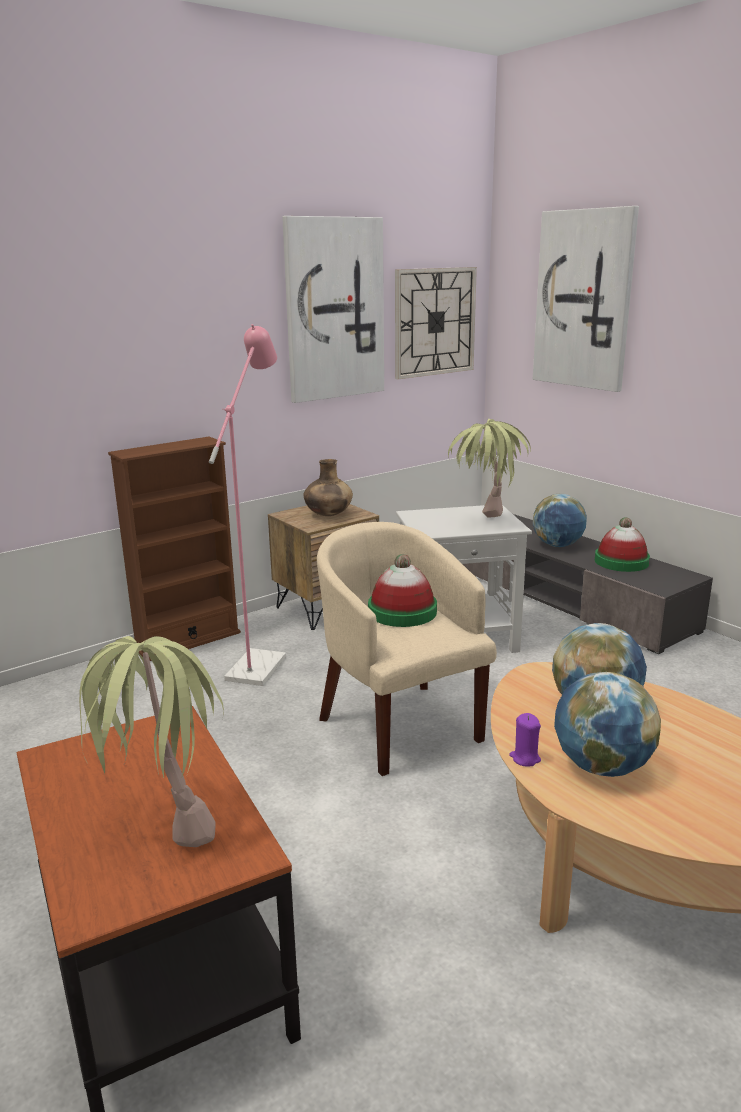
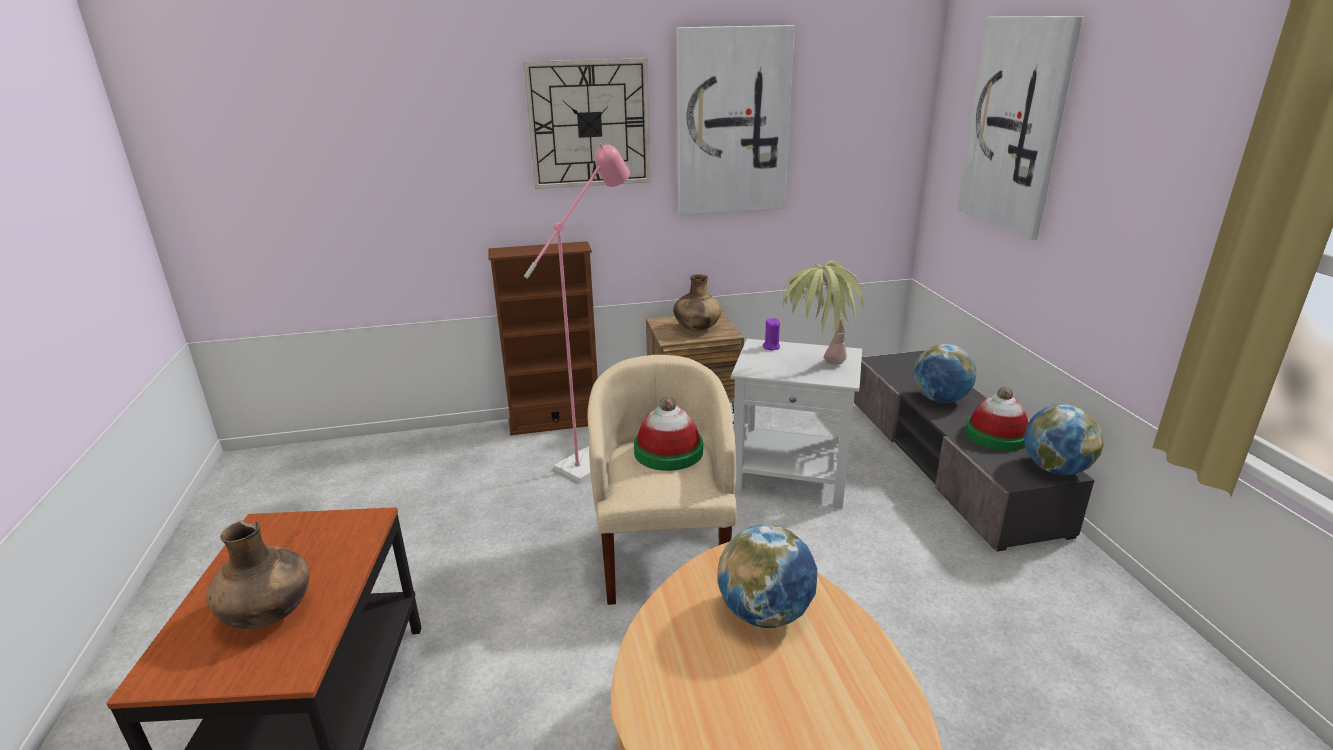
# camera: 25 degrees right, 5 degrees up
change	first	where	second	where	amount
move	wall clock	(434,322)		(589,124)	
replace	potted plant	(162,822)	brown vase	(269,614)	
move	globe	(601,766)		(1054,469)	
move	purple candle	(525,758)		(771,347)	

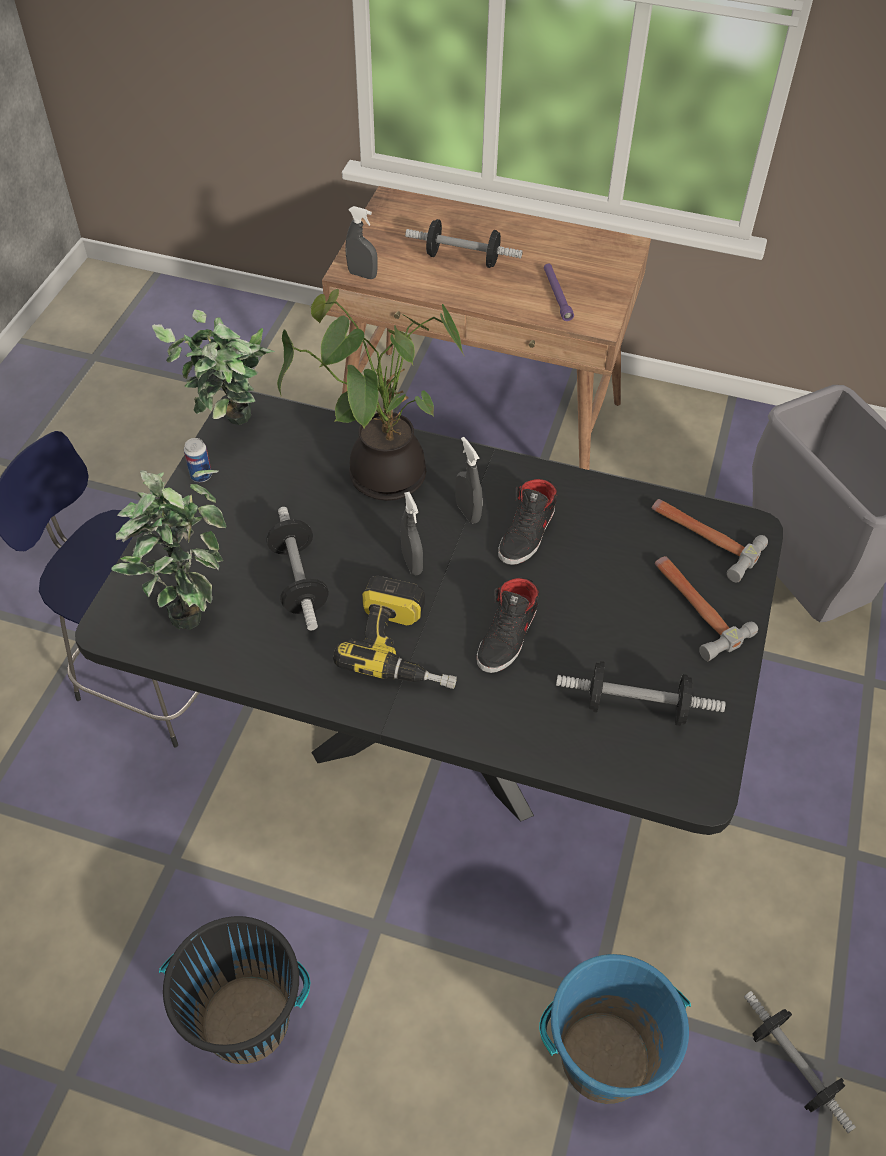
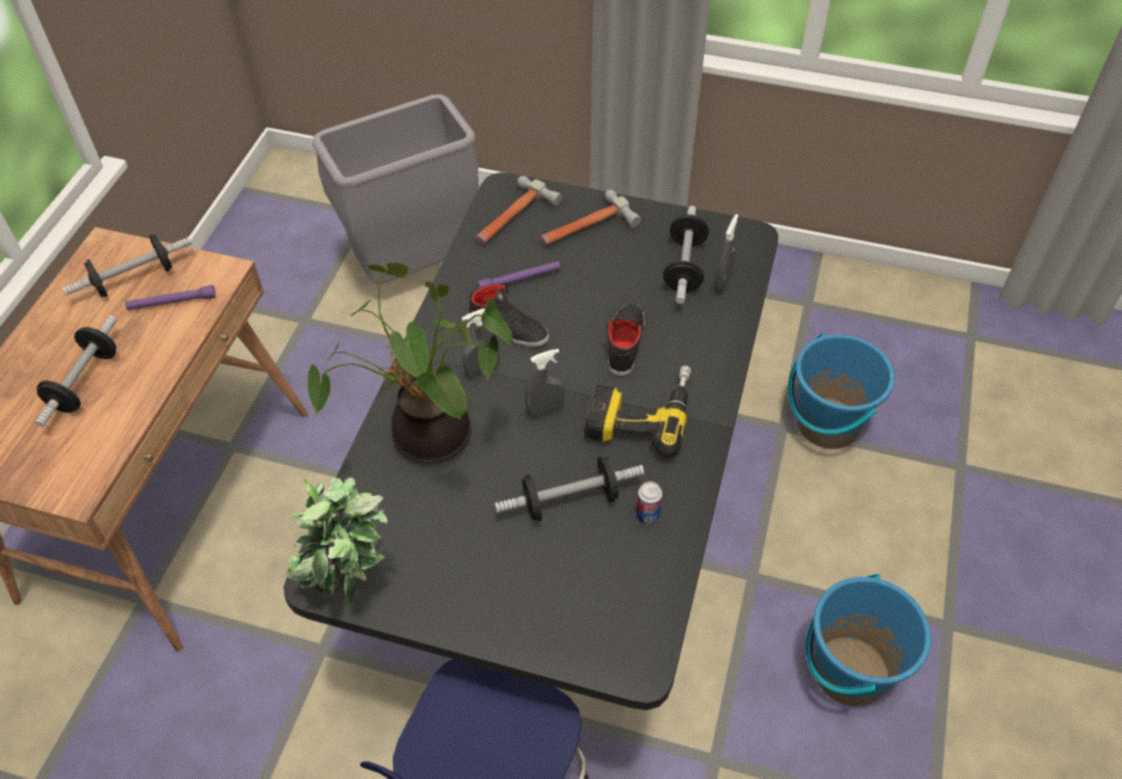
# camera: 90 degrees left, 0 degrees up
change	first	where	second	where	amount
move	grey spray bottle	(362,275)		(722,284)	
move	can	(201,475)		(647,515)	
delete	potted plant	(188,603)			
rotate	black shoe	(508,636)		(624,342)	105 degrees counterclockwise
recolor	black bucket	(247,1019)	blue bucket	(849,671)	
move	dumbbell	(792,1066)		(134,279)	
insert			purple flashlight	(519,280)	

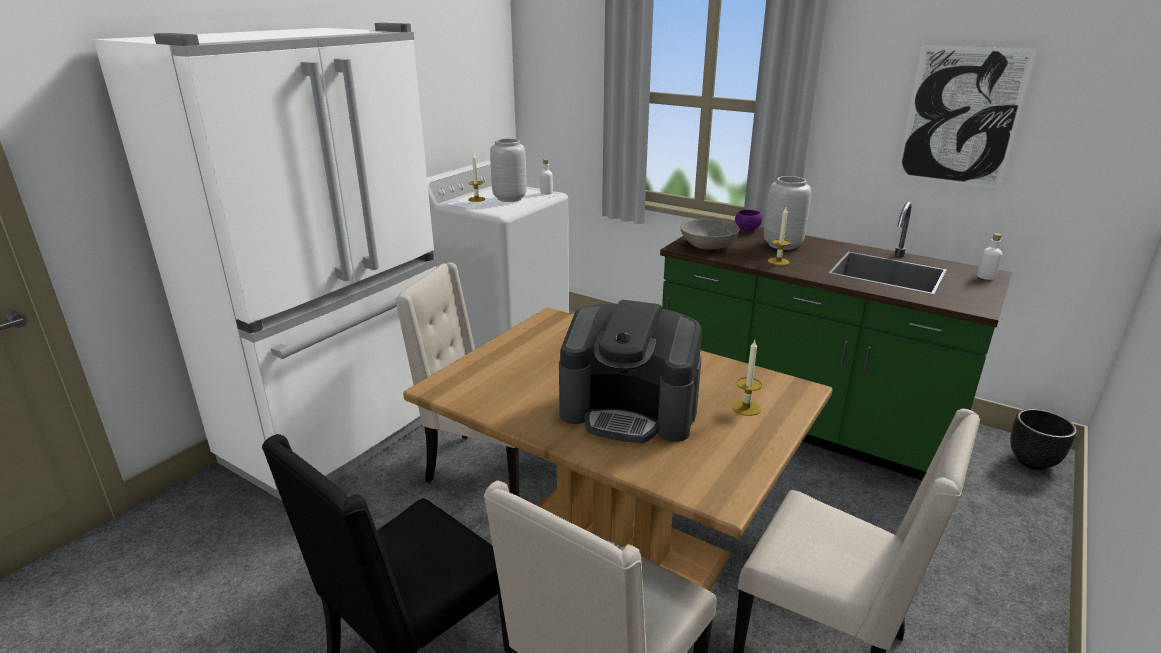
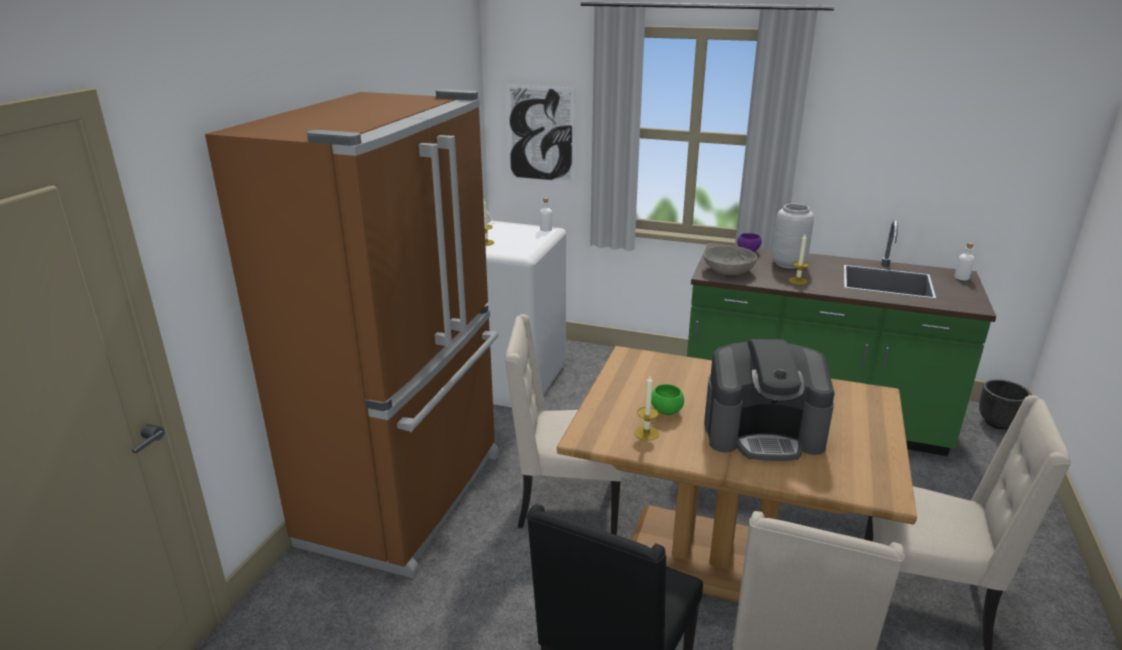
# camera: 15 degrees left, 0 degrees up
change	first	where	second	where	amount
recolor	white fridge	(345,436)	brown fridge	(408,497)	
move	picture	(960,117)		(540,134)	
delete	grey vase	(510,198)			
move	candle	(746,407)		(646,433)	
insert			green bowl	(666,411)	

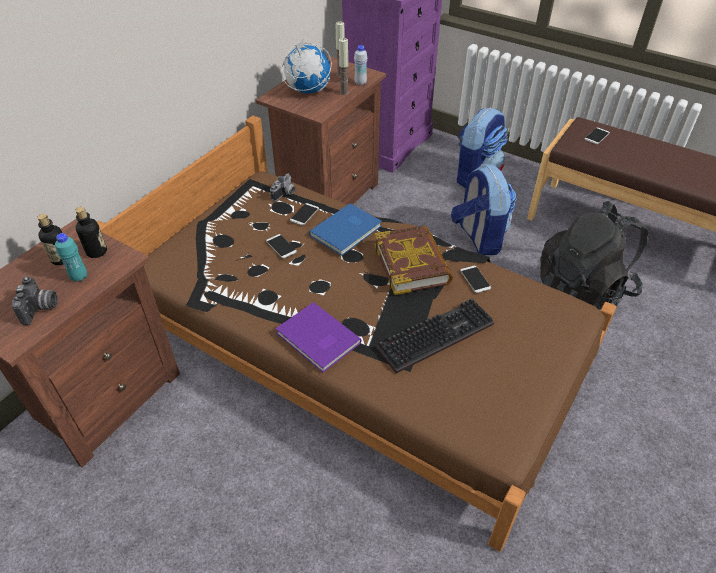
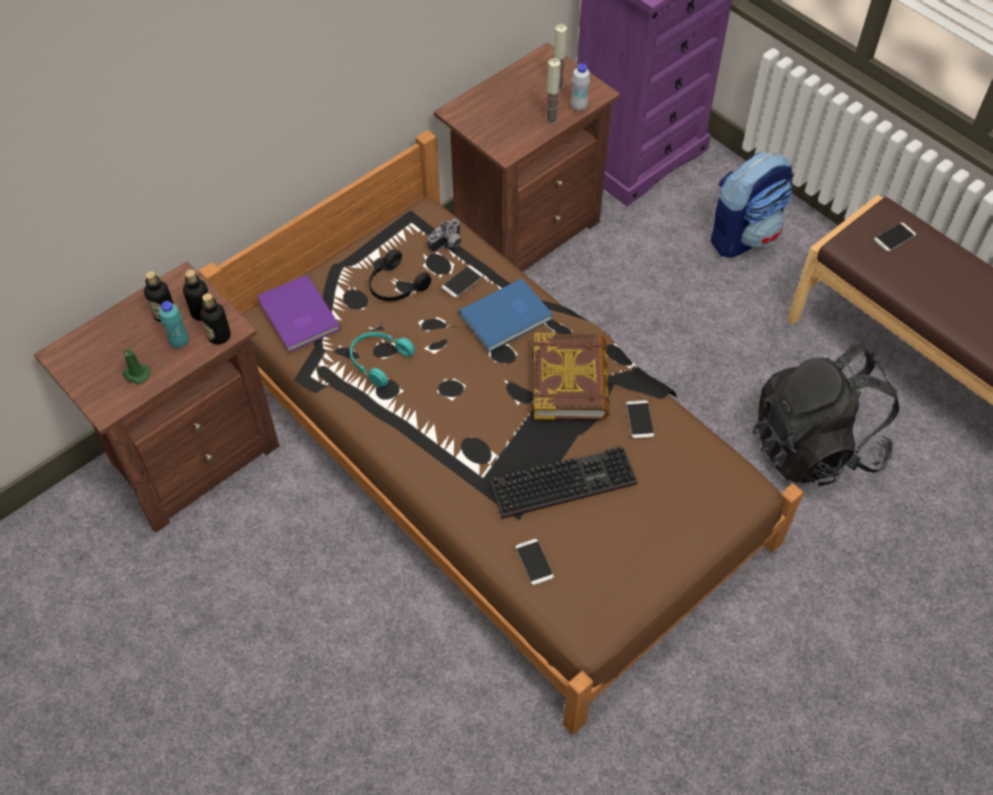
# camera: 15 degrees right, 10 degrees up
change	first	where	second	where	amount
delete	globe	(308,91)			
delete	backpack	(478,237)			
move	phone	(281,246)		(534,562)	
replace	photo camera	(41,309)	green candle	(136,374)	
move	purple book	(317,340)		(297,316)	
insert			black headphones	(395,286)	
insert			bottle	(219,336)	
insert			turquoise headphones	(378,360)	

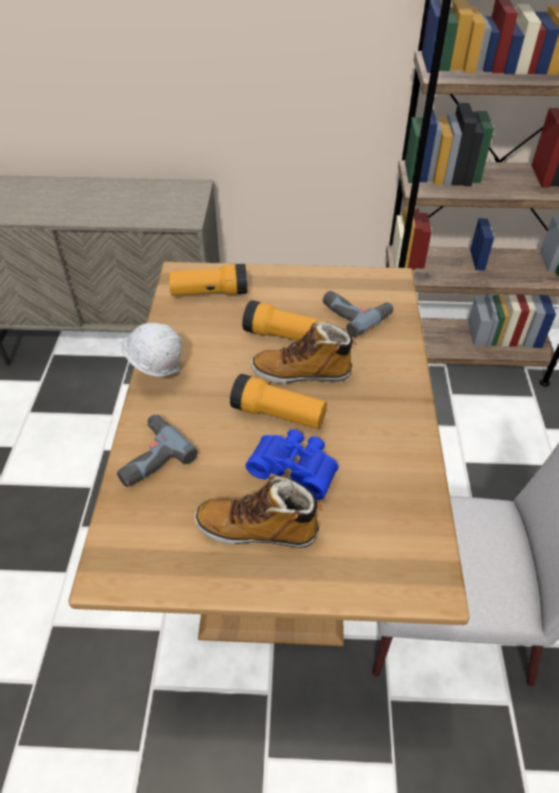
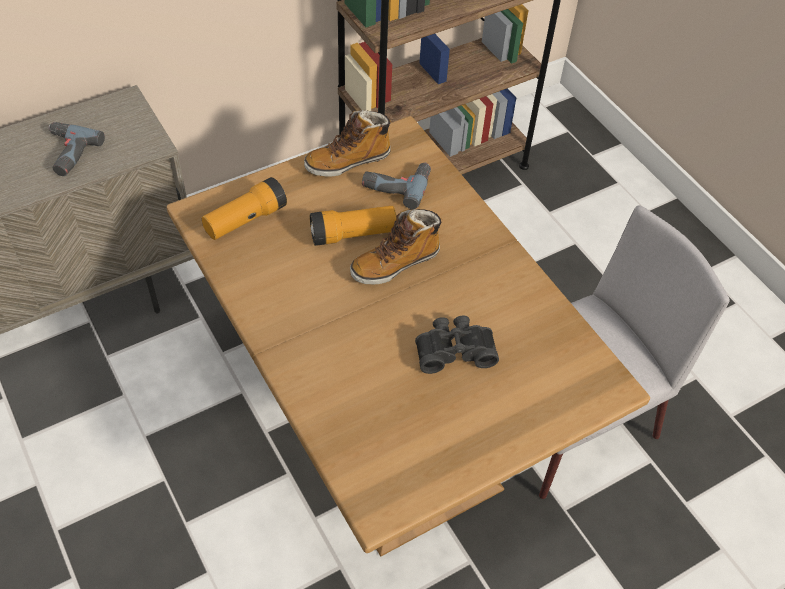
# camera: 35 degrees left, 5 degrees up
change	first	where	second	where	amount
delete	white hard hat	(156,373)			
delete	flashlight	(278,414)			
move	power drill	(148,456)		(66,153)	
recolor	blue binoculars	(295,467)	black binoculars	(454,350)	
move	boot	(258,529)		(348,161)	

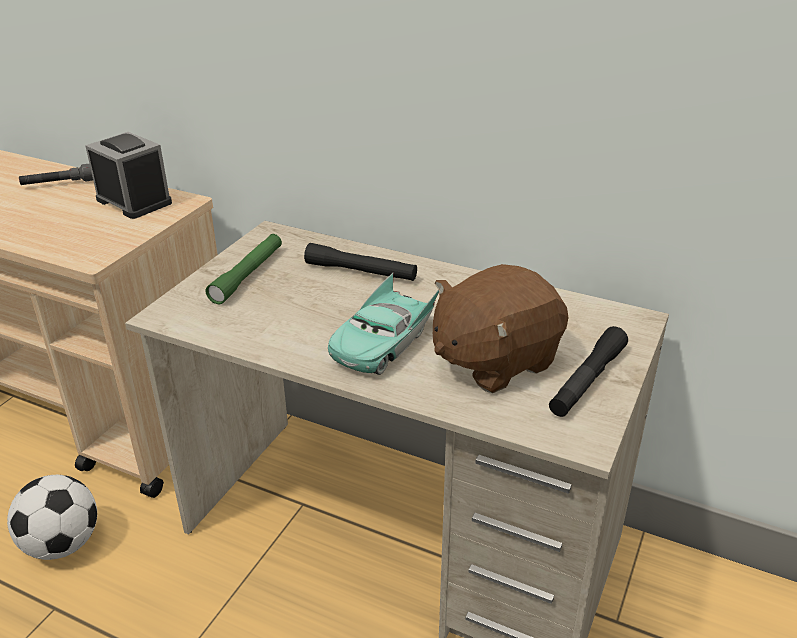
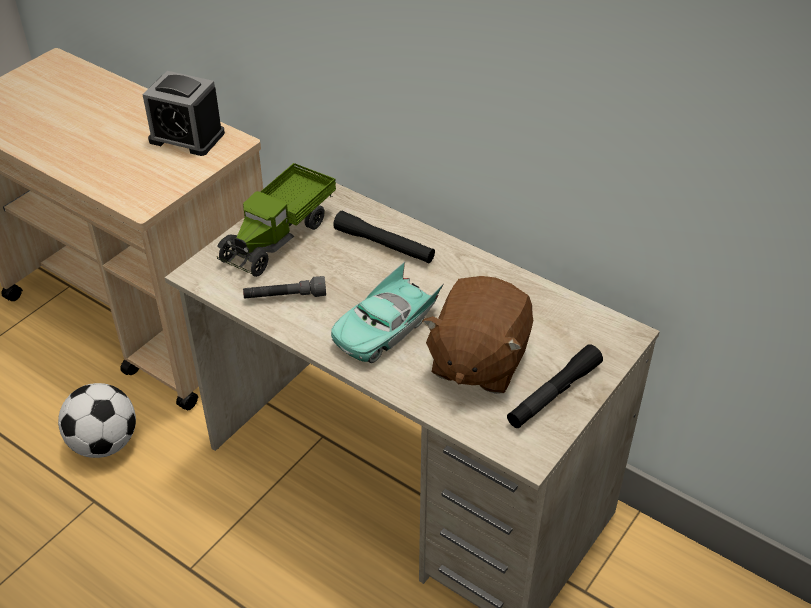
# camera: 10 degrees right, 10 degrees up
change	first	where	second	where	amount
rotate	alarm clock	(134,201)		(187,137)	150 degrees clockwise
move	grey flashlight	(59,184)		(285,297)	
replace	green flashlight	(247,275)	toy truck	(279,236)	
rotate	brown plush toy	(493,360)		(477,361)	45 degrees counterclockwise

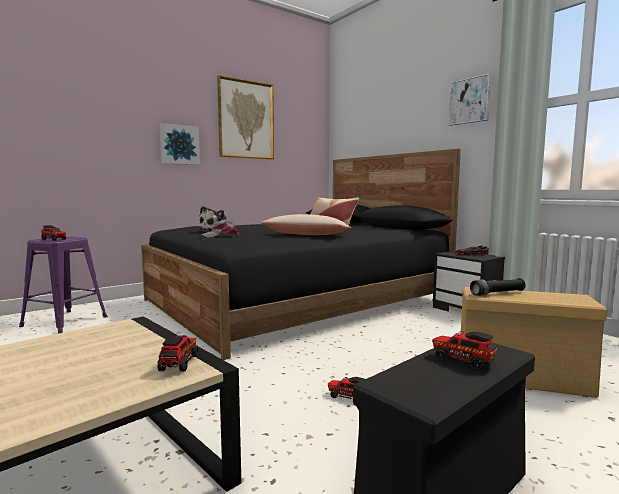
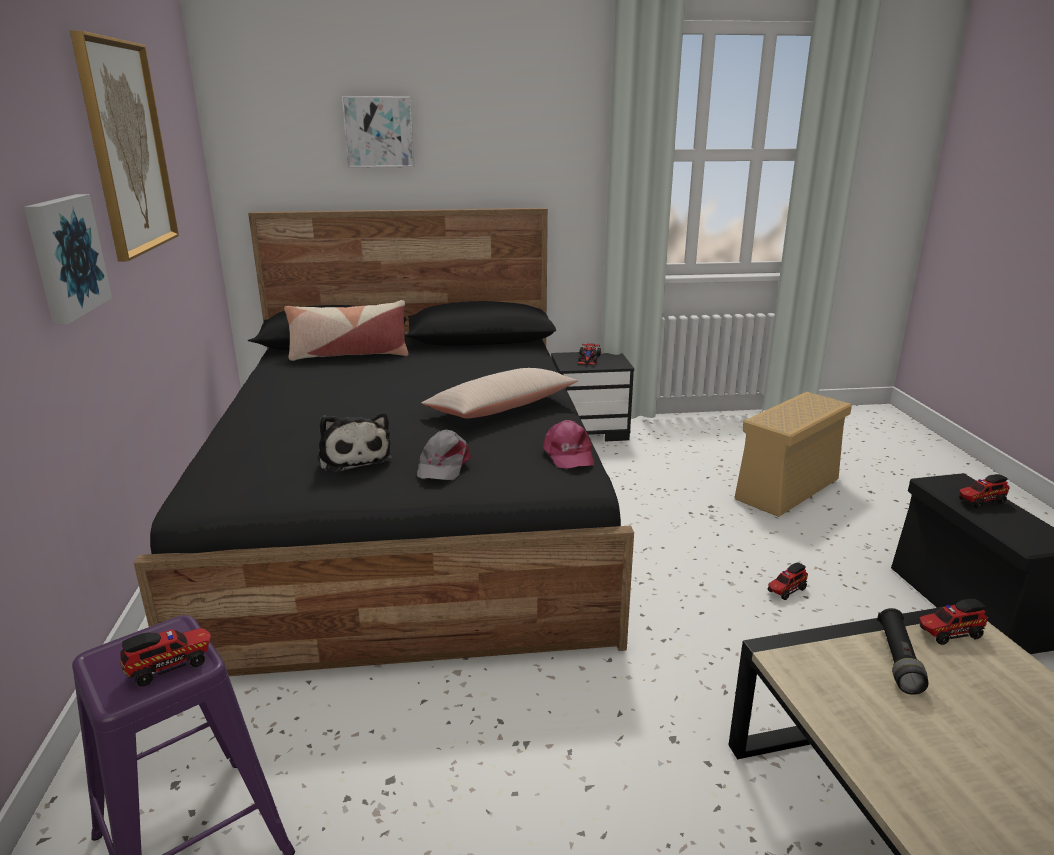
# camera: 60 degrees left, 15 degrees up
change	first	where	second	where	amount
move	picture	(470,101)		(379,132)	
move	black flashlight	(497,293)		(898,660)	
rotate	toy truck	(179,362)		(948,633)	45 degrees counterclockwise
insert			pink cap	(568,454)	

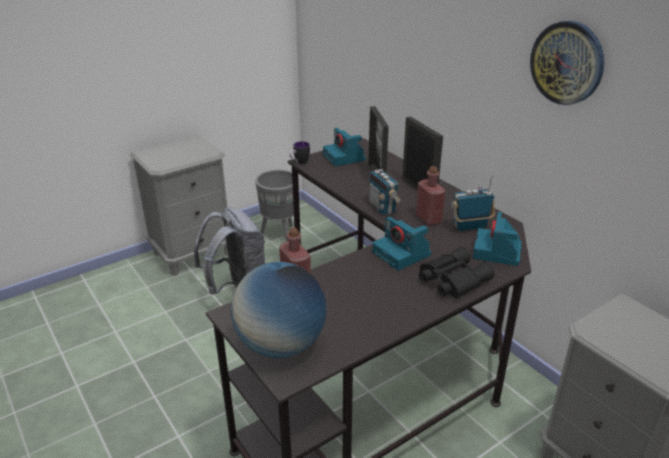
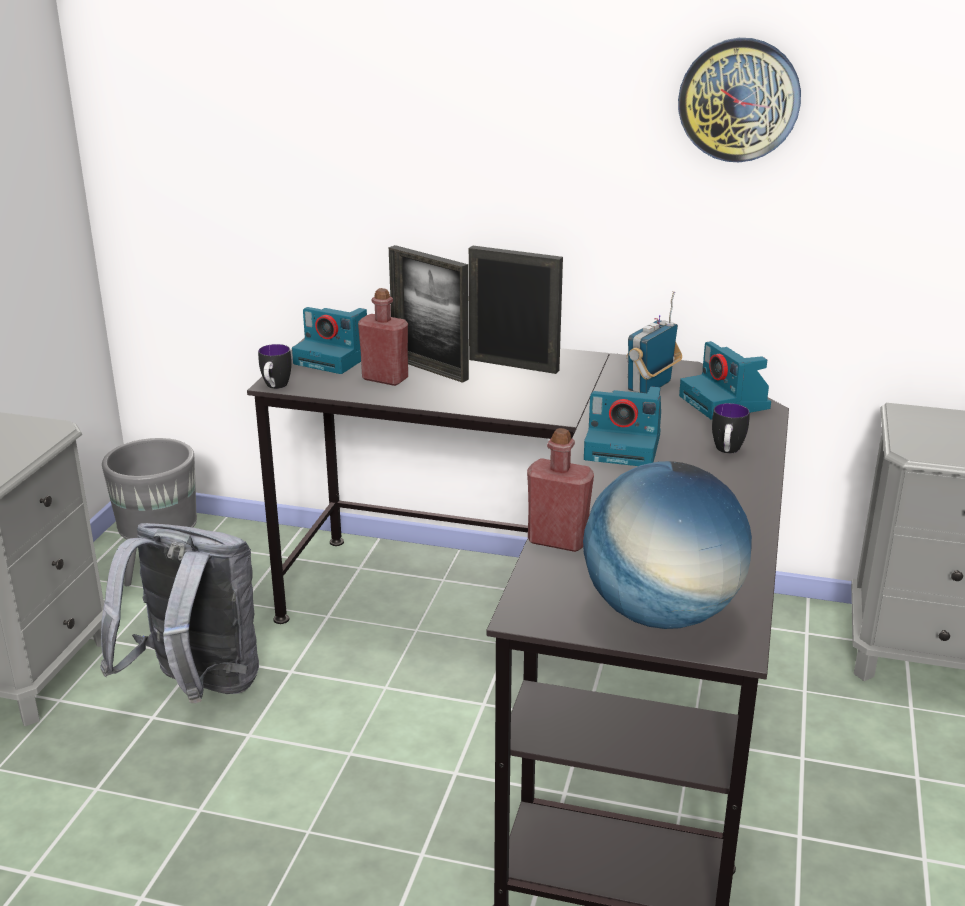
# camera: 40 degrees left, 5 degrees down
change	first	where	second	where	amount
delete	radio	(382,208)			
move	red bottle	(428,219)		(385,379)	
replace	black binoculars	(451,279)	mug	(726,451)	

